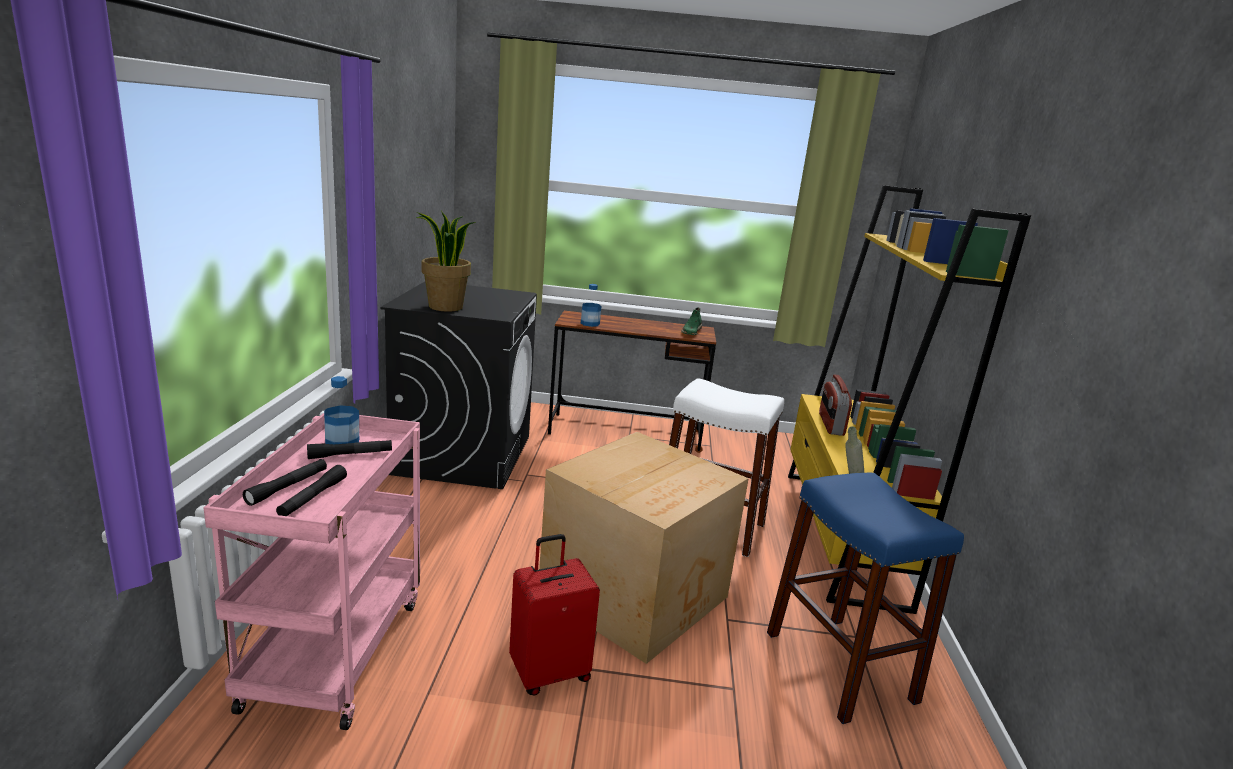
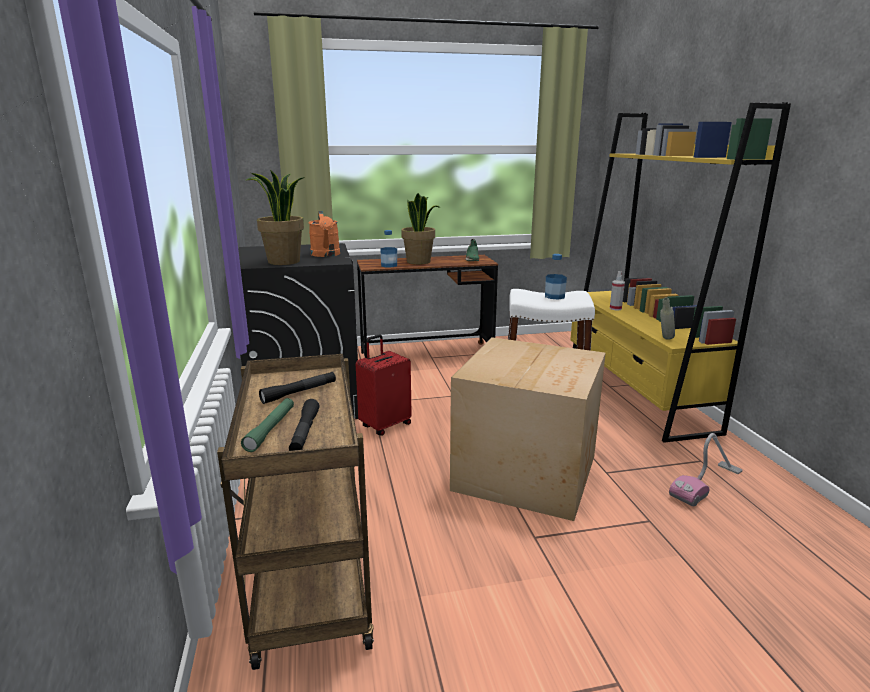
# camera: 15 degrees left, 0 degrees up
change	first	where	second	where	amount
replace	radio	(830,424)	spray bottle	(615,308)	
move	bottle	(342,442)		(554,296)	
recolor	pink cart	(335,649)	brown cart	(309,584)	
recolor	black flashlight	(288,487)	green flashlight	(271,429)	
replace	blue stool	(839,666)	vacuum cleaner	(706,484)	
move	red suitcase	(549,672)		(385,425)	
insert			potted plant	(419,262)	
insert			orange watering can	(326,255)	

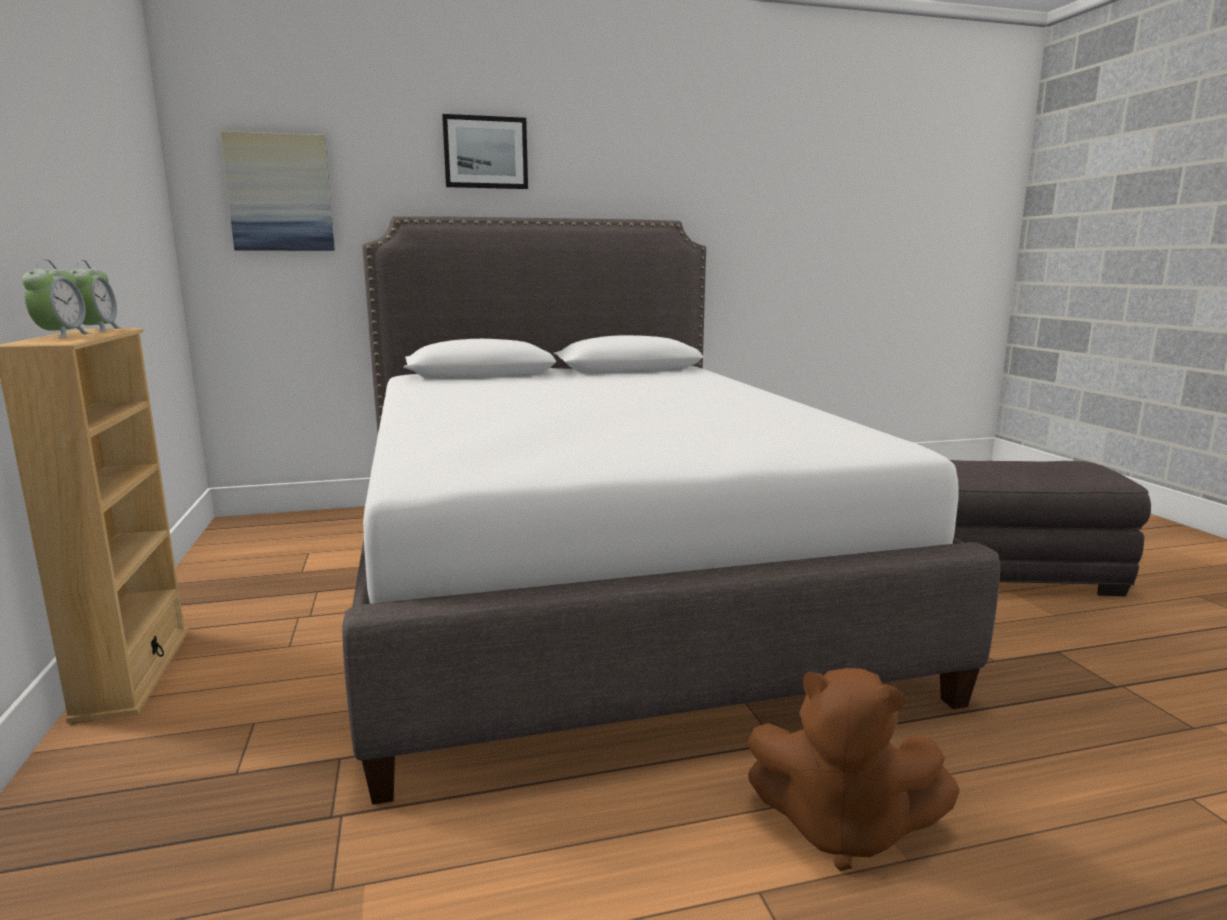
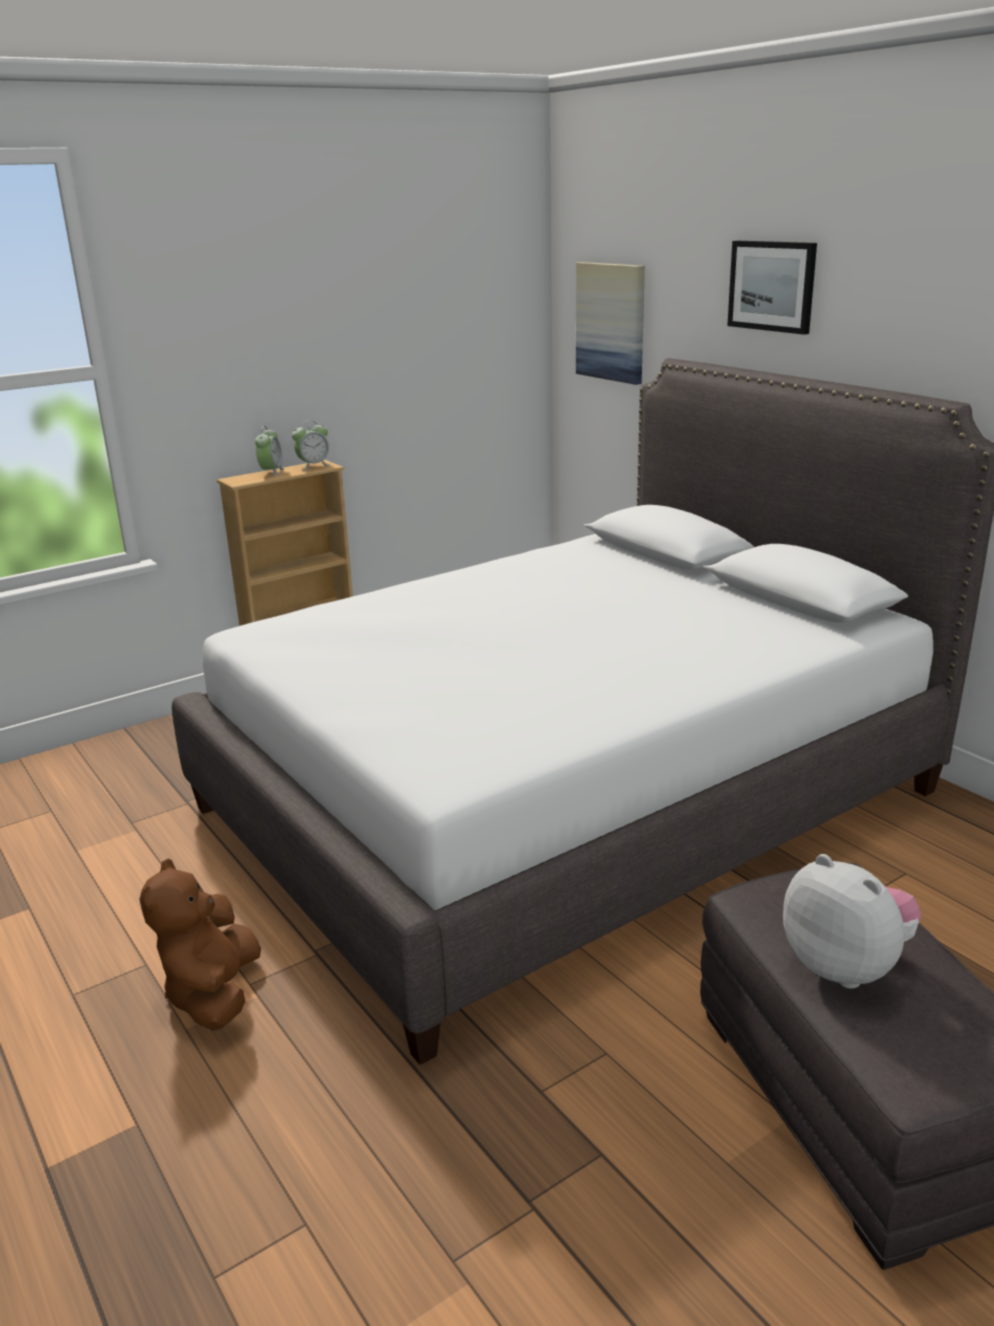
# camera: 70 degrees right, 10 degrees up
change	first	where	second	where	amount
rotate	alarm clock	(61,336)		(271,472)	60 degrees counterclockwise
insert			plush toy	(846,966)	

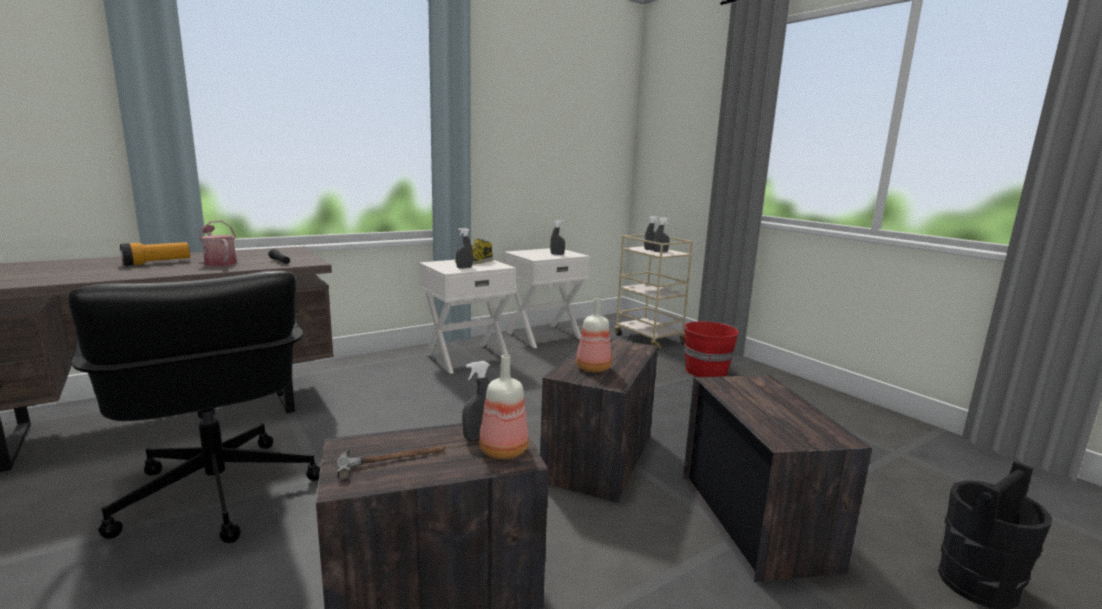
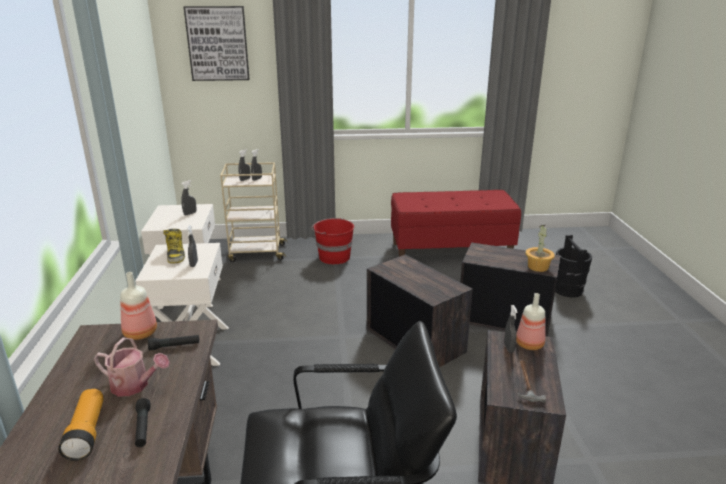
# camera: 60 degrees left, 10 degrees up
change	first	where	second	where	amount
rotate	watering can	(219,262)		(134,386)	150 degrees counterclockwise
move	bottle	(593,369)		(141,334)	
insert			picture	(217,43)	
insert			red bench	(450,251)	
insert			potted plant	(538,267)	
insert			black flashlight	(143,428)	

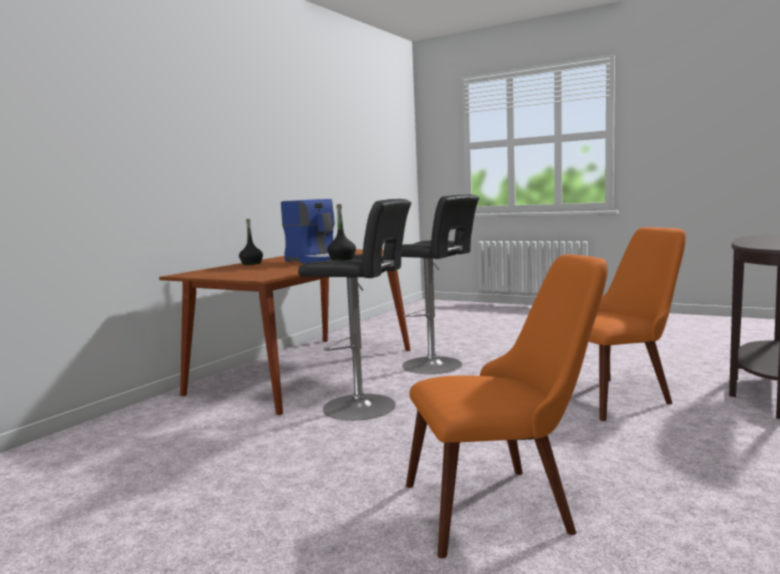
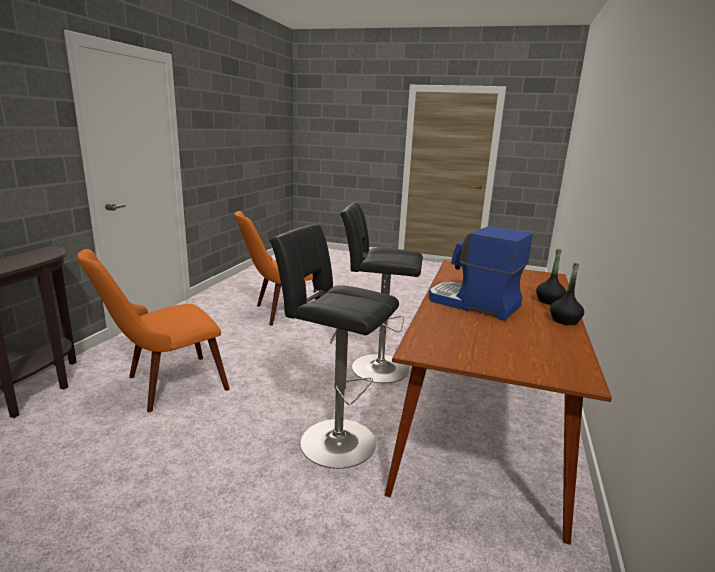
# camera: 165 degrees right, 10 degrees up
change	first	where	second	where	amount
move	black bottle	(342,259)		(565,320)	

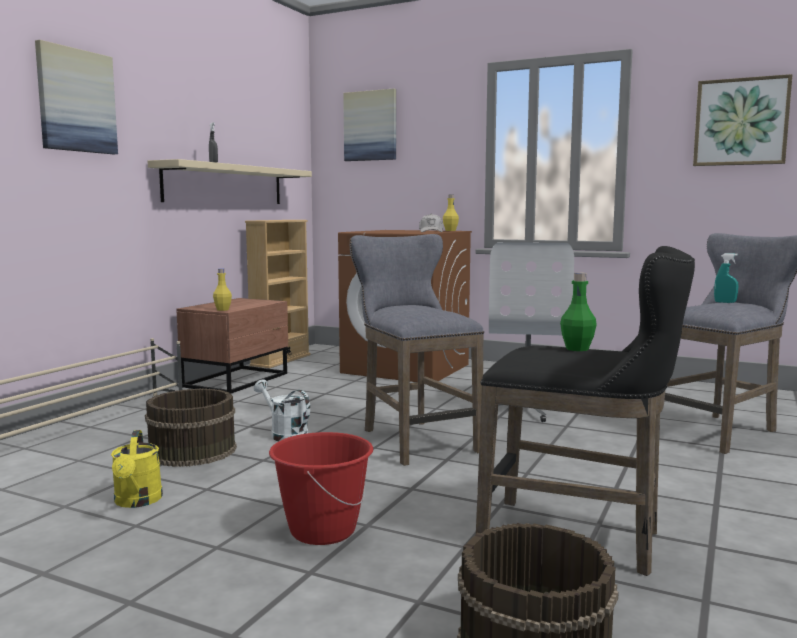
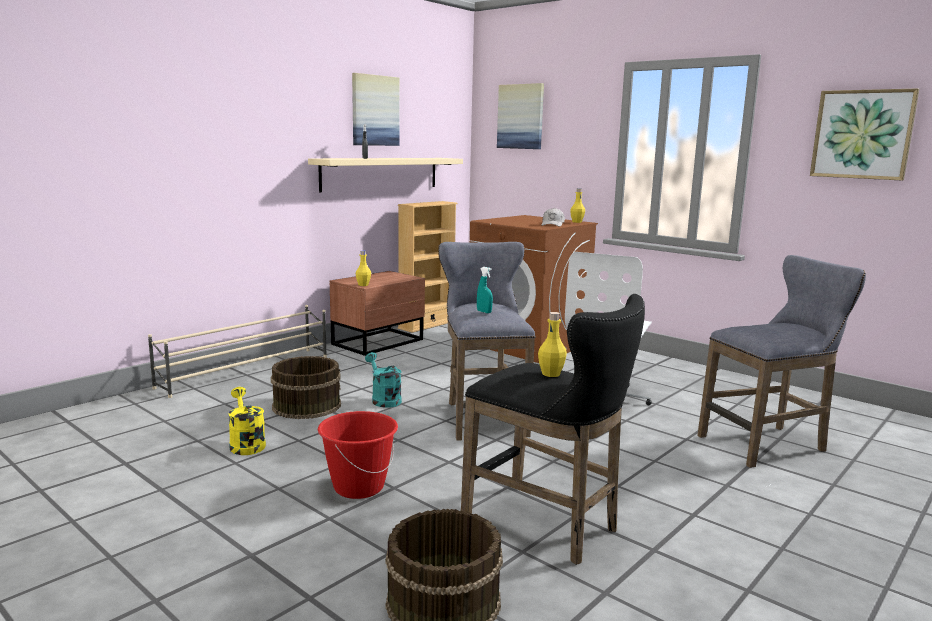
# camera: 15 degrees right, 5 degrees up
change	first	where	second	where	amount
move	picture	(76,101)		(375,110)	
move	turquoise spray bottle	(725,302)		(484,312)	
recolor	green bottle	(577,349)	yellow bottle	(551,374)	
recolor	white watering can	(284,434)	turquoise watering can	(383,399)	
rotate	yellow watering can	(137,502)		(246,444)	150 degrees clockwise

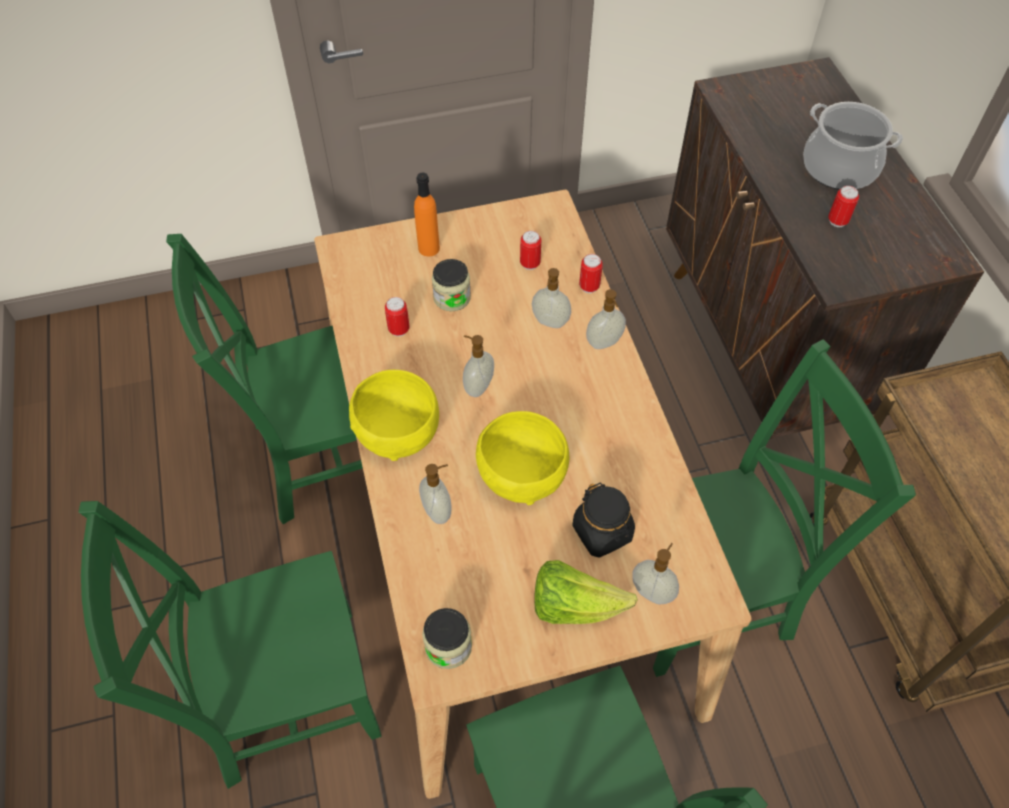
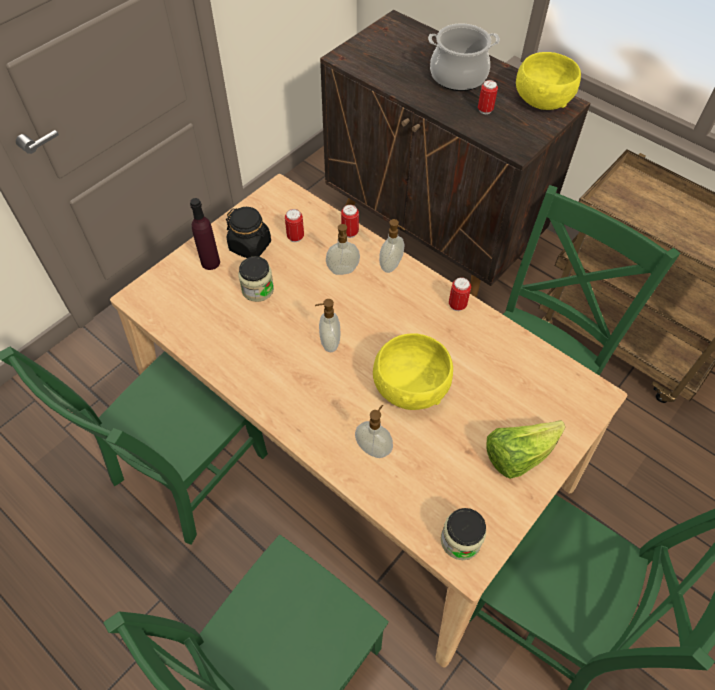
# camera: 35 degrees left, 0 degrees up
change	first	where	second	where	amount
recolor	orange bottle	(428,248)	purple bottle	(210,262)	
move	can	(399,329)		(457,305)	
move	yellow bowl	(397,432)		(541,100)	
move	black jar	(602,532)		(250,246)	
delete	soap dispenser	(652,591)			

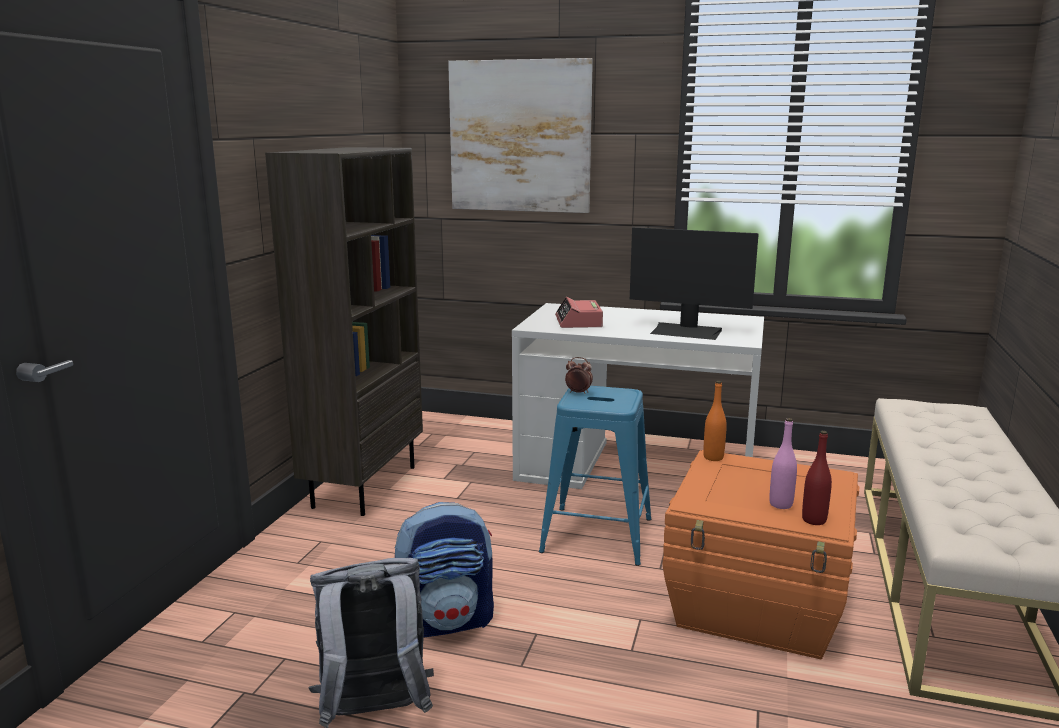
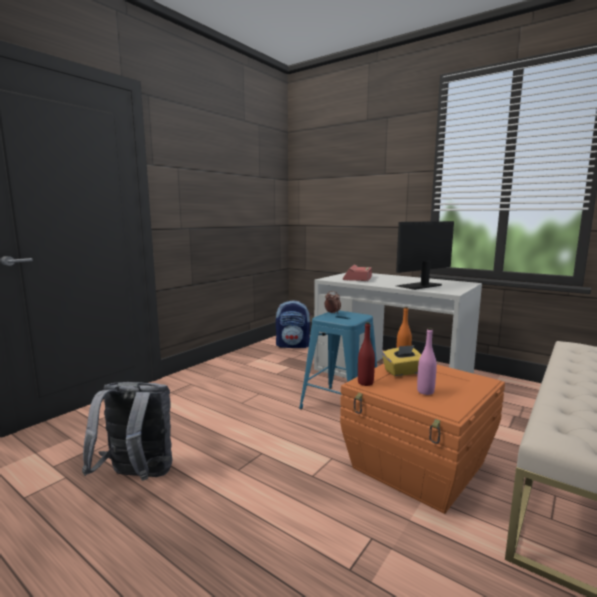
# camera: 20 degrees right, 5 degrees down
change	first	where	second	where	amount
delete	picture	(520,136)			
delete	brown bookcase	(364,486)			
rotate	monitor	(687,331)		(419,286)	105 degrees clockwise
move	red bottle	(814,520)		(365,383)	
move	backpack	(446,622)		(293,345)	
insert			yellow tissue box	(403,372)	

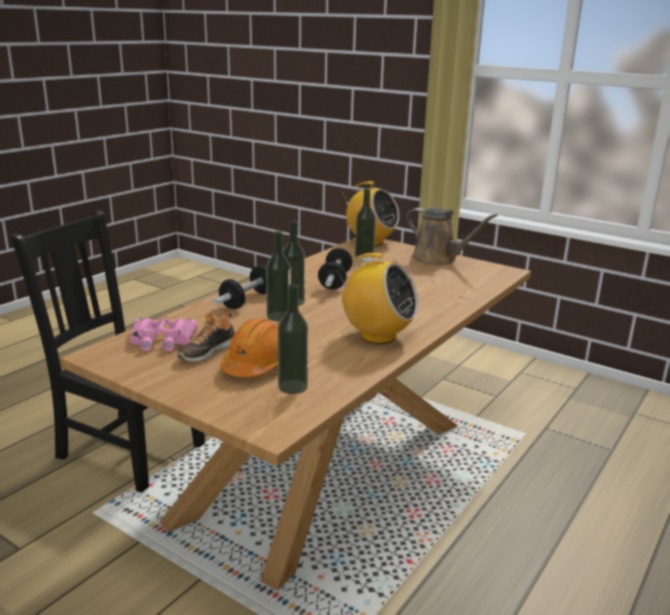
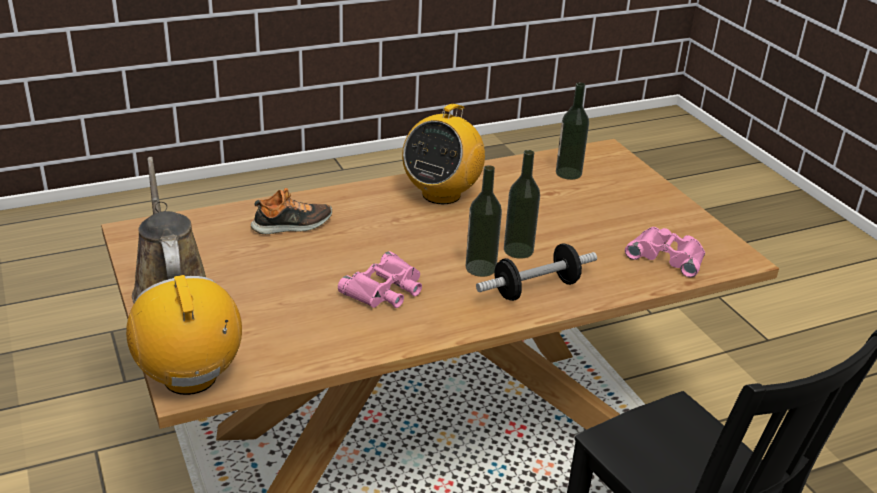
# camera: 150 degrees left, 10 degrees up
change	first	where	second	where	amount
delete	bottle	(364,258)			
replace	dumbbell	(335,281)	pink binoculars	(385,289)	
rotate	radio	(377,336)		(441,194)	120 degrees counterclockwise
move	shoe	(207,351)		(292,225)	
delete	orange hard hat	(256,365)			

